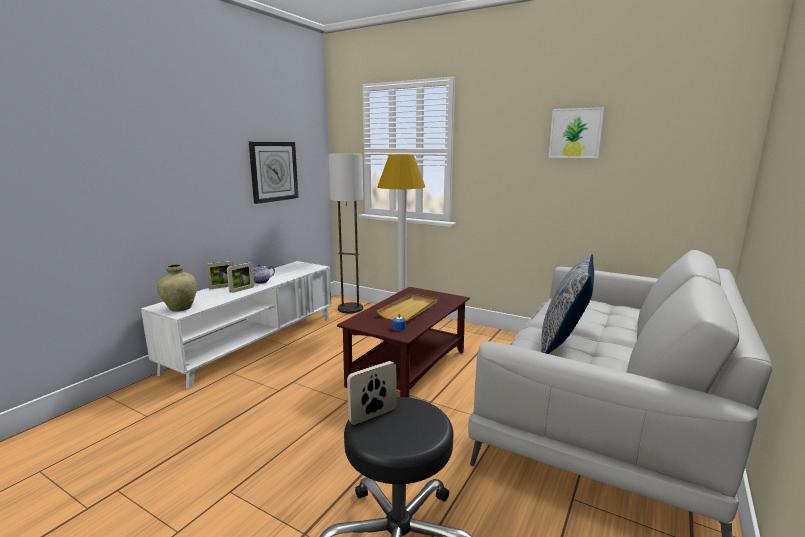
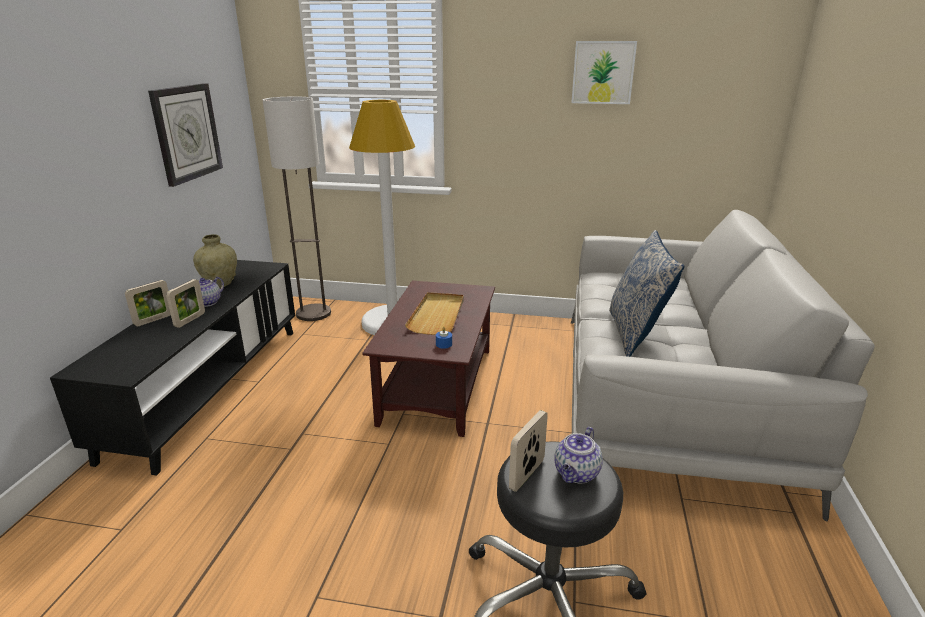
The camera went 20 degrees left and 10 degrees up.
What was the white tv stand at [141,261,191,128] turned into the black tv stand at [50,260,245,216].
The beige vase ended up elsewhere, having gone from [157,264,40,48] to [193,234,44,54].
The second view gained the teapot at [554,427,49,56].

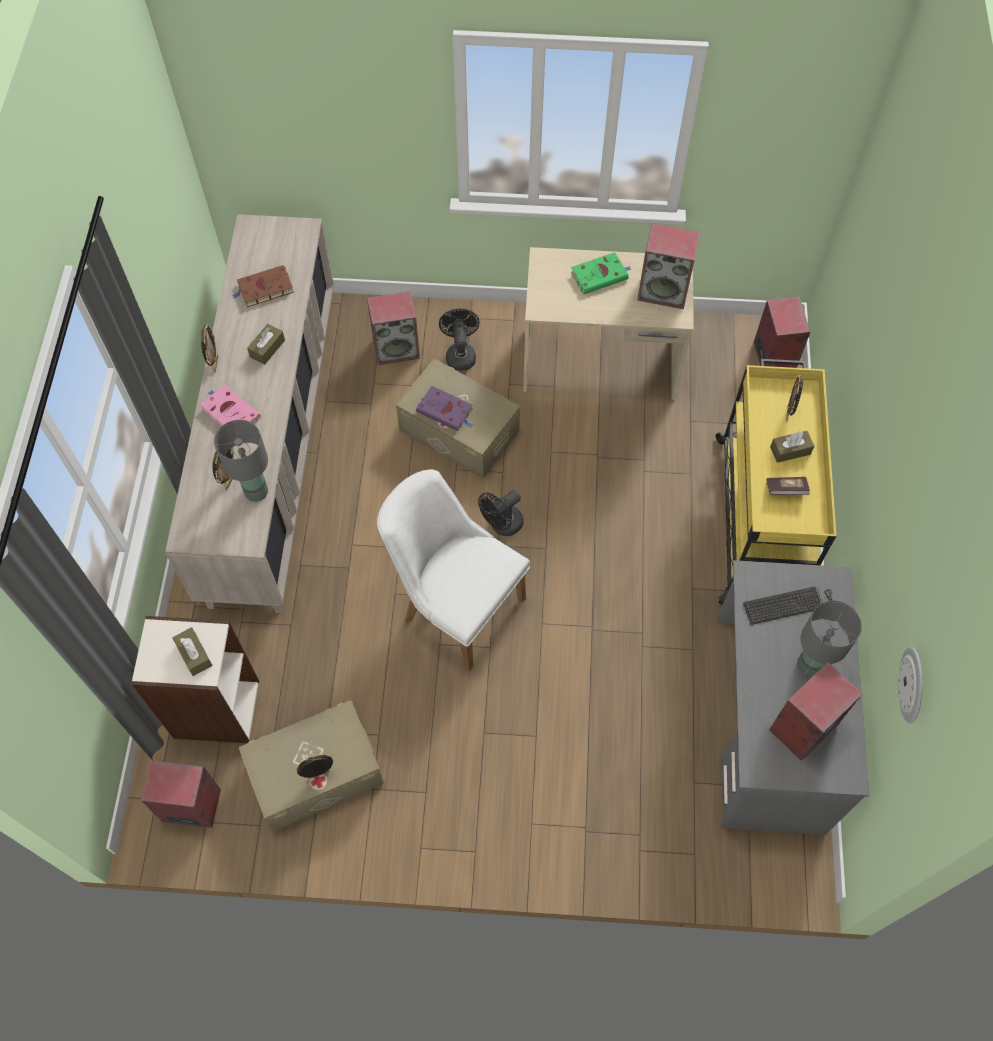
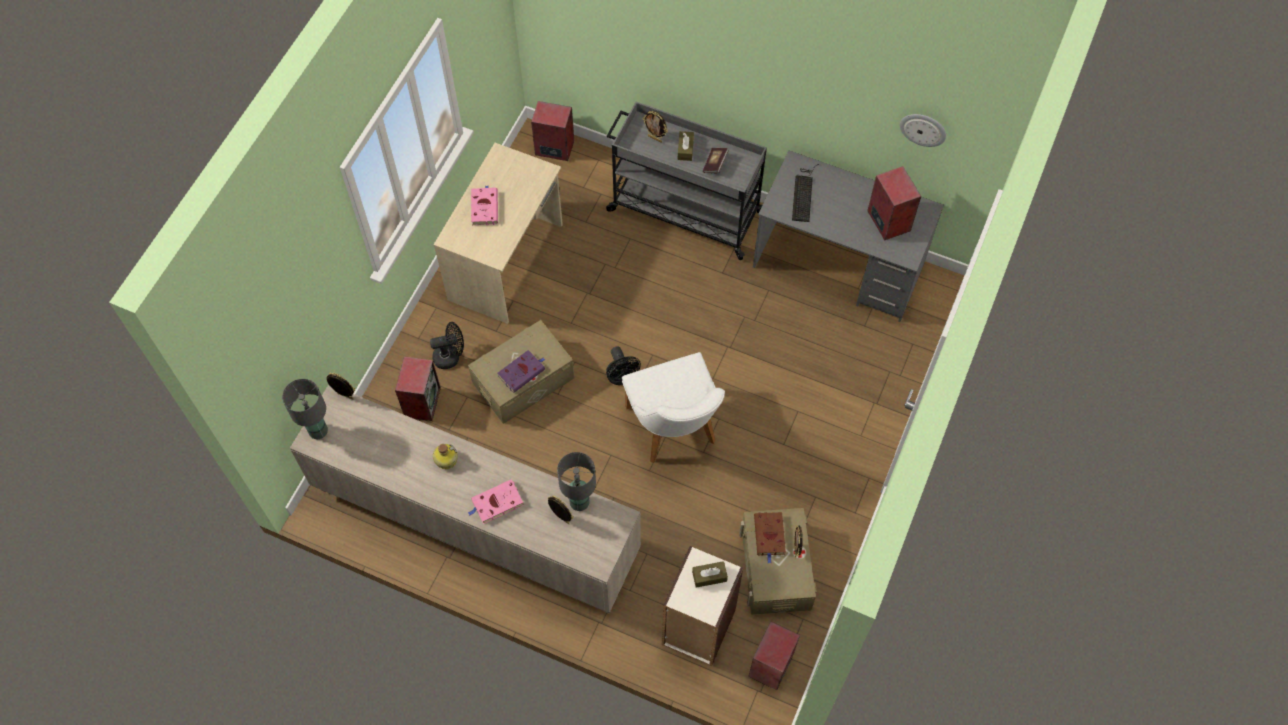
The camera went 70 degrees left and 0 degrees up.
The picture frame ended up elsewhere, having gone from [201,324,17,49] to [326,373,29,27].
The brown book ended up elsewhere, having gone from [232,265,62,42] to [754,512,32,52].
Where the brown tissue box stood at [247,324,38,41], the bottle came to stand at [433,444,25,25].
The white chair at [377,469,153,202] ended up facing another way, 75 degrees counterclockwise from before.
The black fan at [439,309,41,62] ended up facing another way, 150 degrees clockwise from before.
What was the green book at [571,252,60,42] turned into the pink book at [471,185,27,40].
The second view lost the speaker at [637,223,63,86].
What was the yellow cart at [716,359,121,245] turned into the grey cart at [606,102,161,158].
The grey table lamp ended up elsewhere, having gone from [797,600,65,77] to [282,379,46,60].

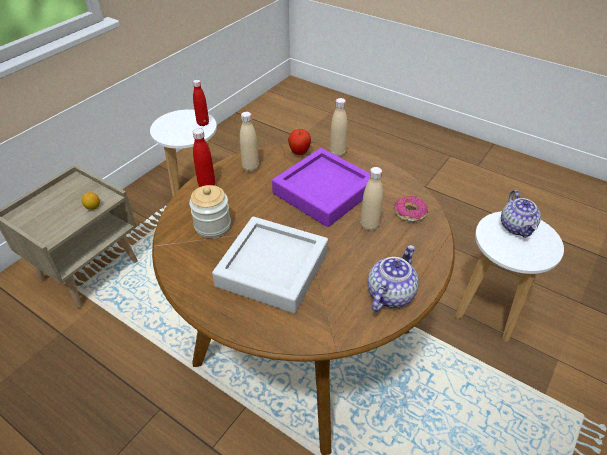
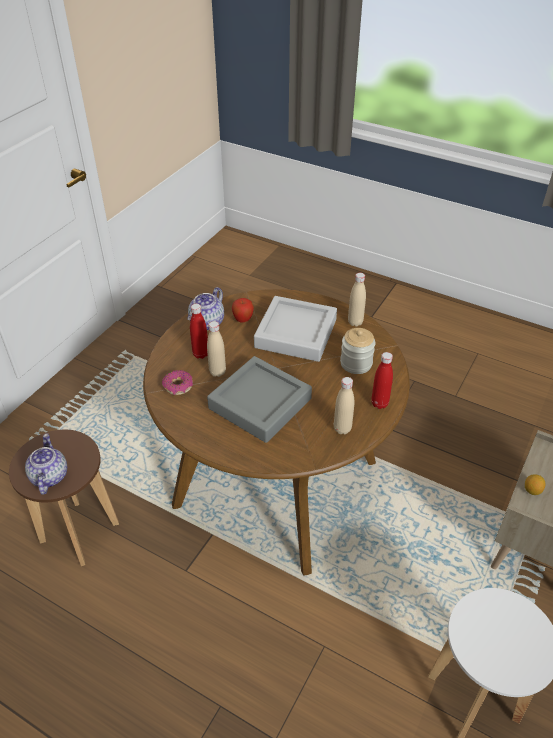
The camera went 175 degrees right and 0 degrees up.
The red bottle ended up elsewhere, having gone from [193,80,16,46] to [190,304,18,55].
What was the purple tray at [272,148,98,79] turned into the grey tray at [207,356,105,87].
The apple ended up elsewhere, having gone from [288,129,23,26] to [232,298,22,24].
The beige bottle ended up elsewhere, having gone from [330,98,18,59] to [348,273,18,54].
What was the white stool at [455,211,109,131] turned into the brown stool at [9,430,110,136].

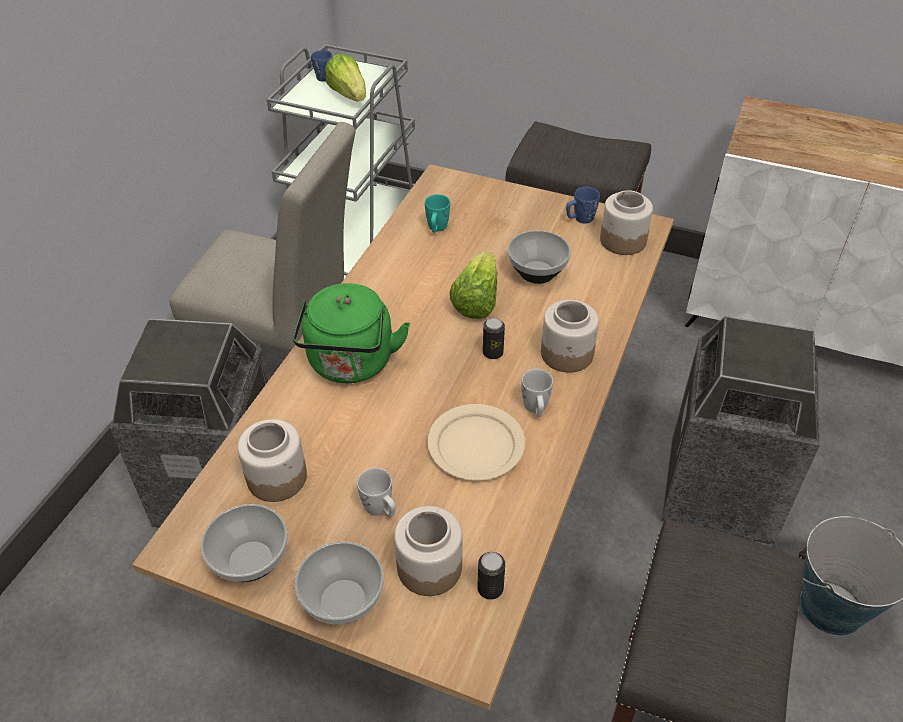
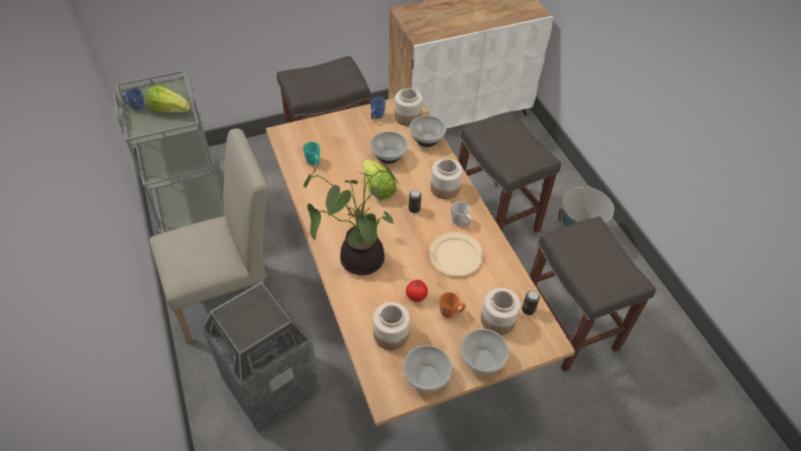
The camera went 45 degrees left and 5 degrees up.
Where the green kettle stood at [293,283,117,101], the potted plant came to stand at [303,163,97,112].
What was the white mug at [357,468,39,49] turned into the orange mug at [440,292,26,26].
Where the trash can stood at [662,316,158,228], the grey stool came to stand at [458,111,103,122].
The second view gained the tomato at [406,280,22,22].
The second view gained the bowl at [410,115,36,32].

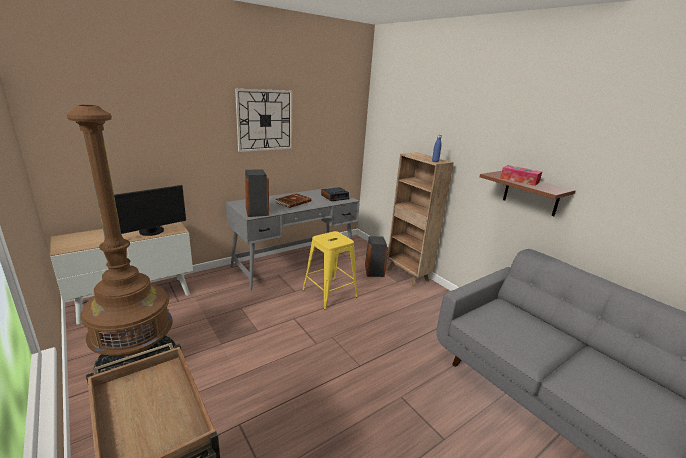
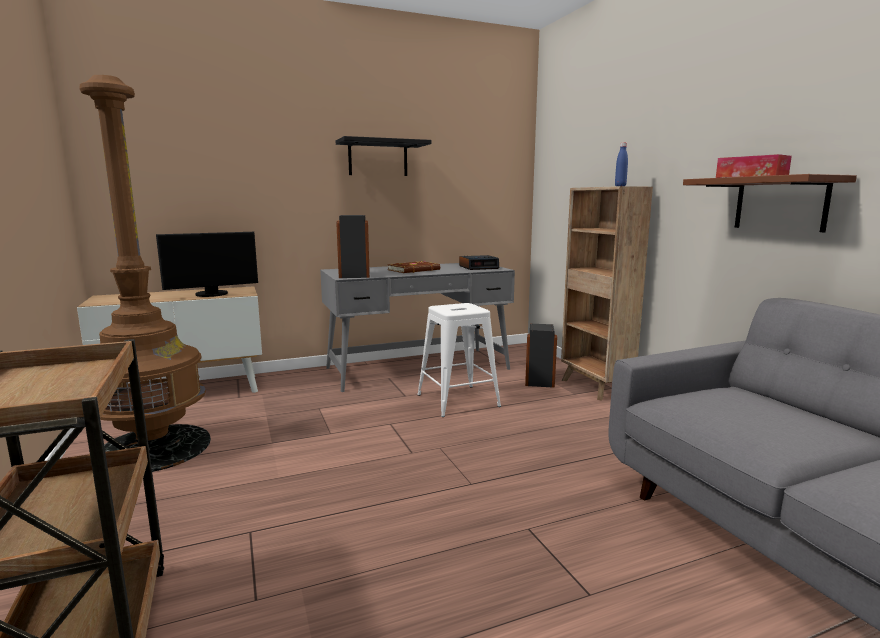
The camera went 15 degrees right and 10 degrees down.
Where the wall clock hung at [235,89,58,63], the black shelf came to hang at [336,136,96,40].
What was the yellow stool at [302,231,56,79] turned into the white stool at [417,303,84,114].

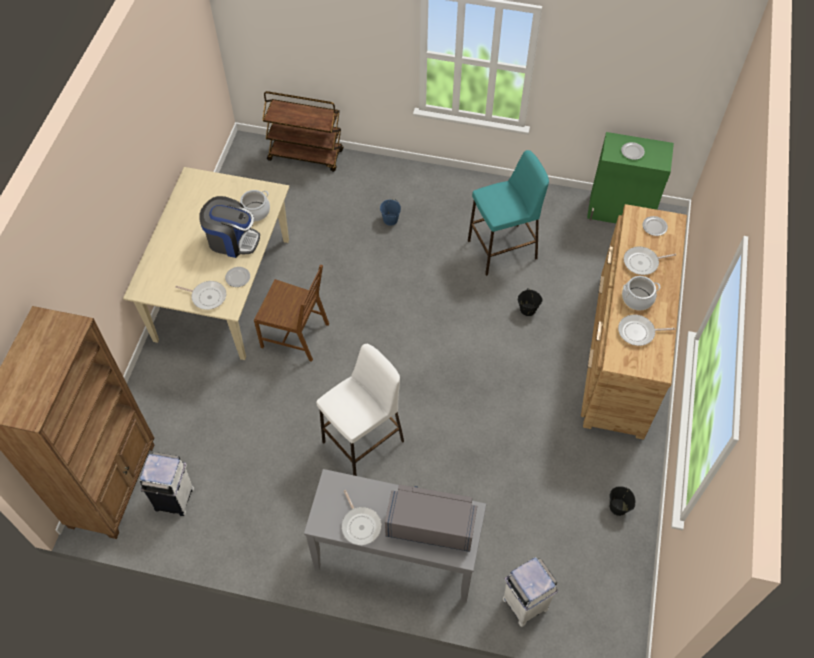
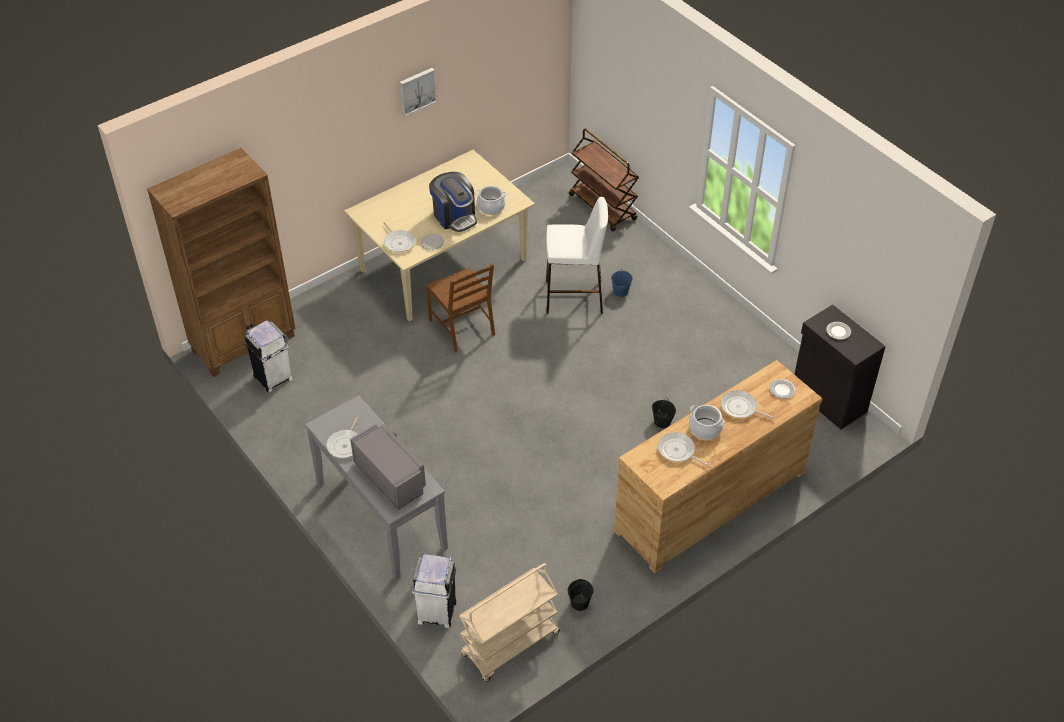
The camera went 40 degrees right and 10 degrees down.
The white stool ended up elsewhere, having gone from [316,344,88,132] to [546,197,62,117].
The second view lost the turquoise stool at [468,150,81,126].
What was the green cabinet at [587,132,87,91] turned into the black cabinet at [794,305,92,125].
The second view gained the picture at [399,68,38,48].
The second view gained the beige cart at [459,563,101,119].

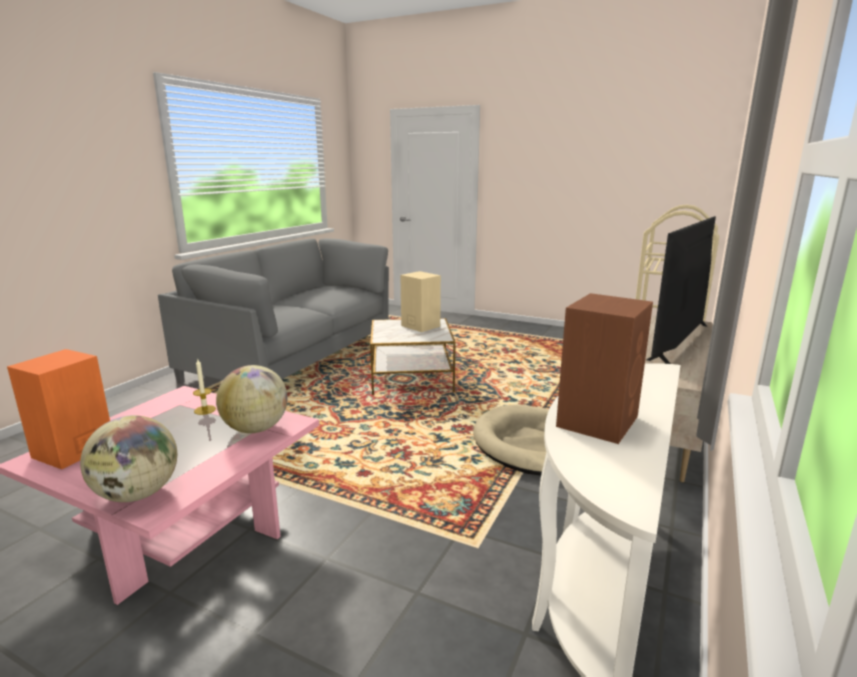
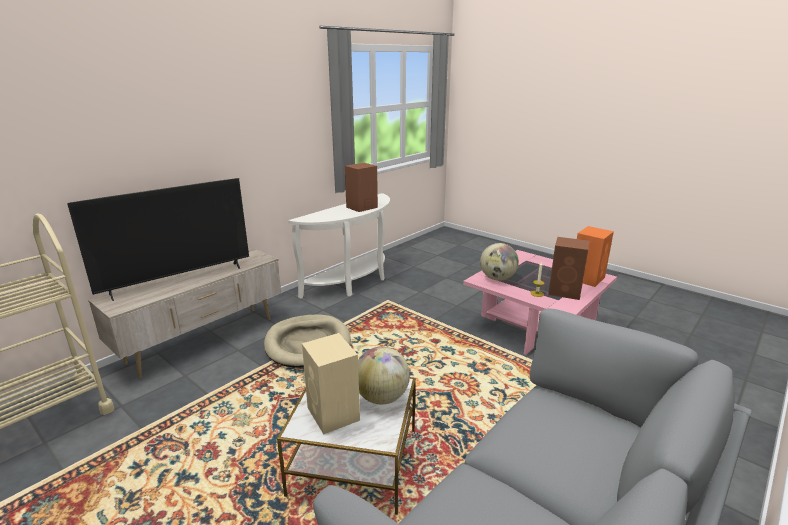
The camera went 165 degrees left and 5 degrees up.
The globe ended up elsewhere, having gone from [80,415,97,87] to [358,347,52,57].
The second view gained the brown speaker at [548,237,41,63].

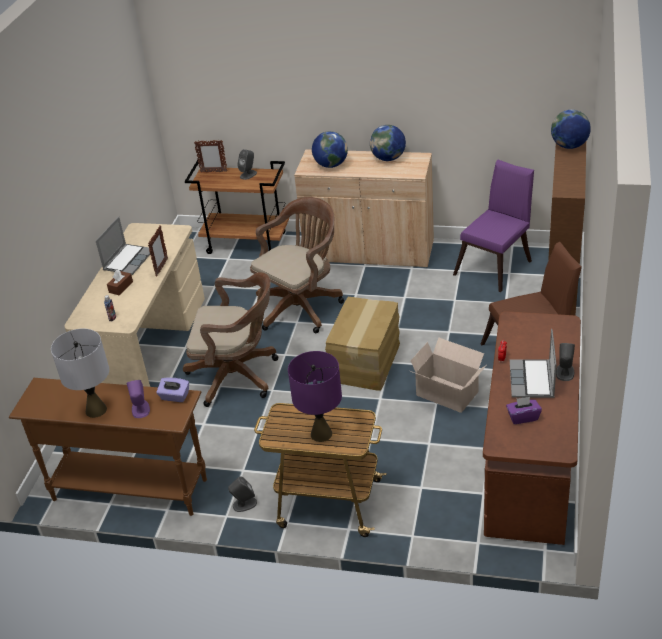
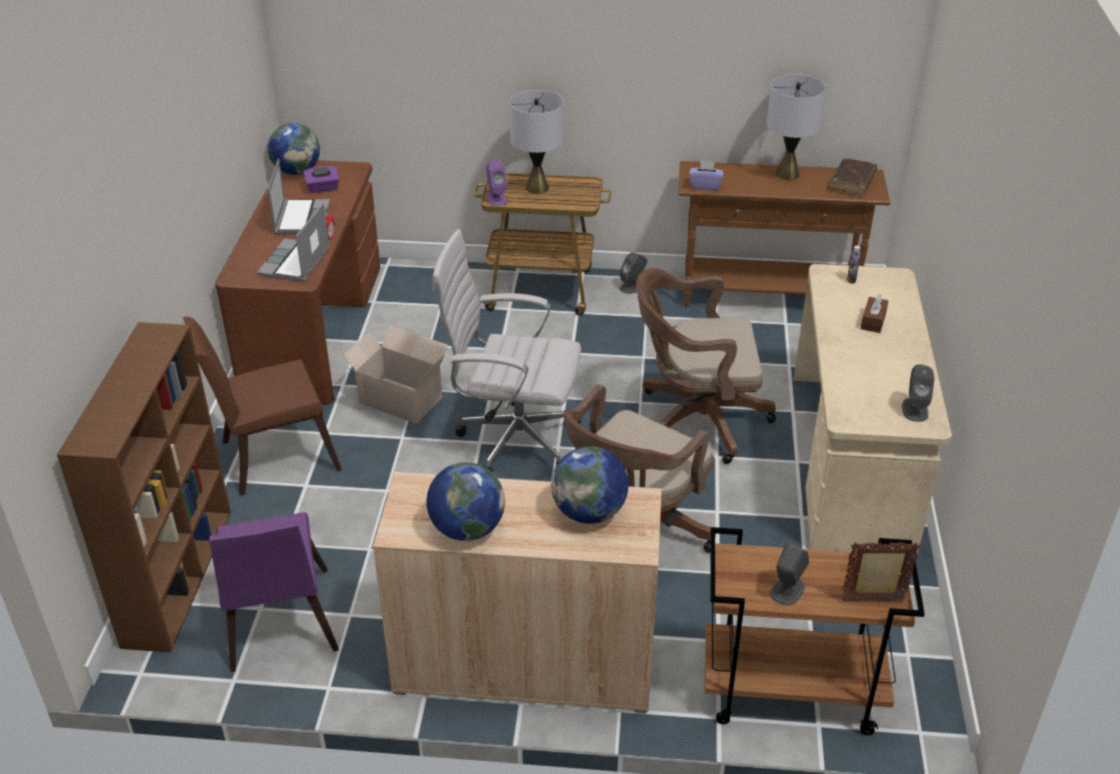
The camera went 170 degrees right and 0 degrees up.
The laptop ended up elsewhere, having gone from [96,217,54,58] to [257,203,73,79].
The purple speaker ended up elsewhere, having gone from [126,380,24,38] to [486,160,21,46].
The second view lost the picture frame at [148,225,20,52].
What was the purple table lamp at [288,351,54,91] turned into the grey table lamp at [509,90,54,104].
Where the cardboard box stood at [325,297,75,94], the white office chair came to stand at [432,229,149,244].
The purple chair at [453,160,81,132] ended up facing another way, 45 degrees counterclockwise from before.
The globe ended up elsewhere, having gone from [551,110,40,39] to [268,123,52,52].
The grey speaker ended up elsewhere, having gone from [556,343,19,38] to [902,364,33,58].
The second view gained the brown book at [829,158,48,37].

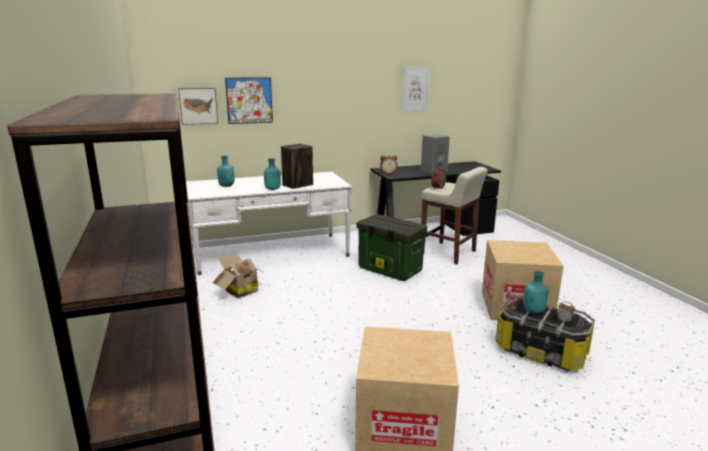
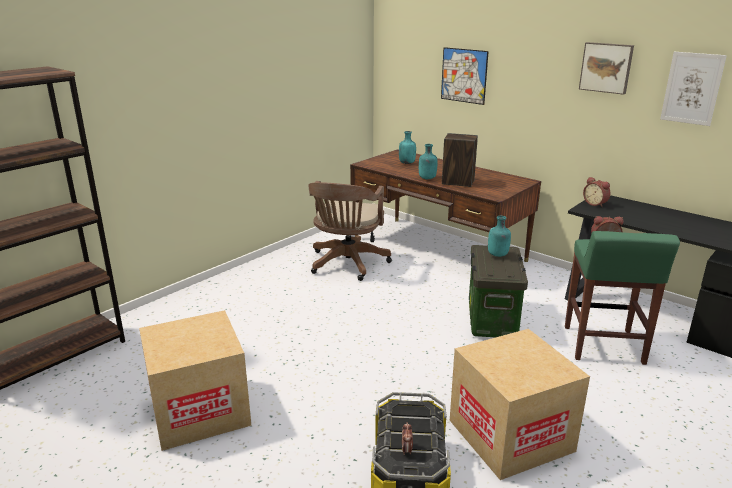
The camera went 60 degrees right and 5 degrees up.
The picture ended up elsewhere, having gone from [178,88,40,37] to [579,42,55,53].
What was the white desk at [186,172,166,103] turned into the brown desk at [350,149,191,113].
Where the cardboard box stood at [212,252,55,46], the brown office chair came to stand at [308,181,84,100].
The second view lost the grey speaker at [421,134,29,40].
What was the beige stool at [421,167,67,97] turned into the green stool at [565,231,115,134].
The turquoise bottle ended up elsewhere, having gone from [523,271,25,43] to [488,216,23,41].

